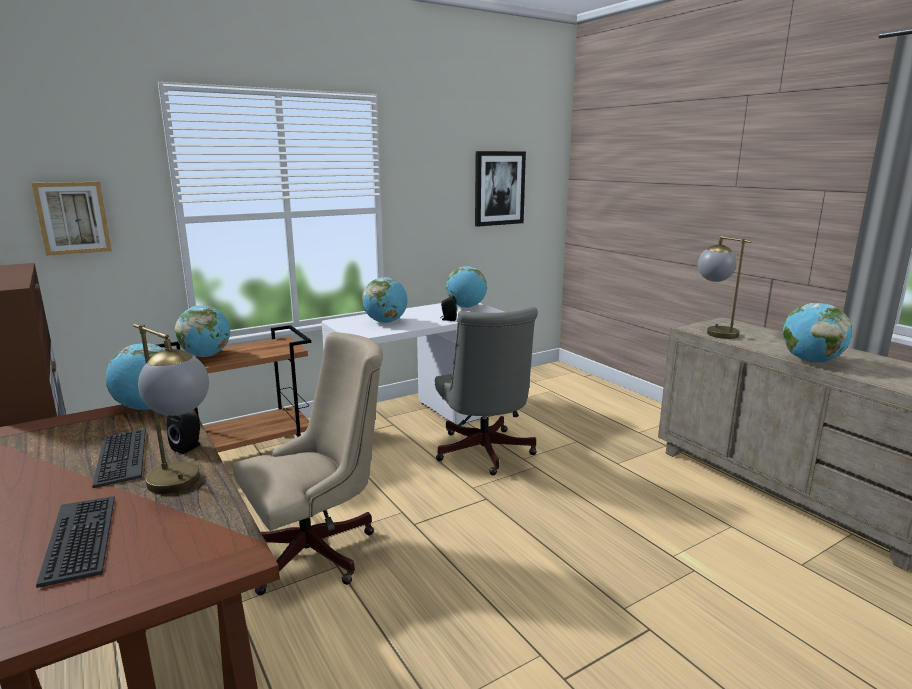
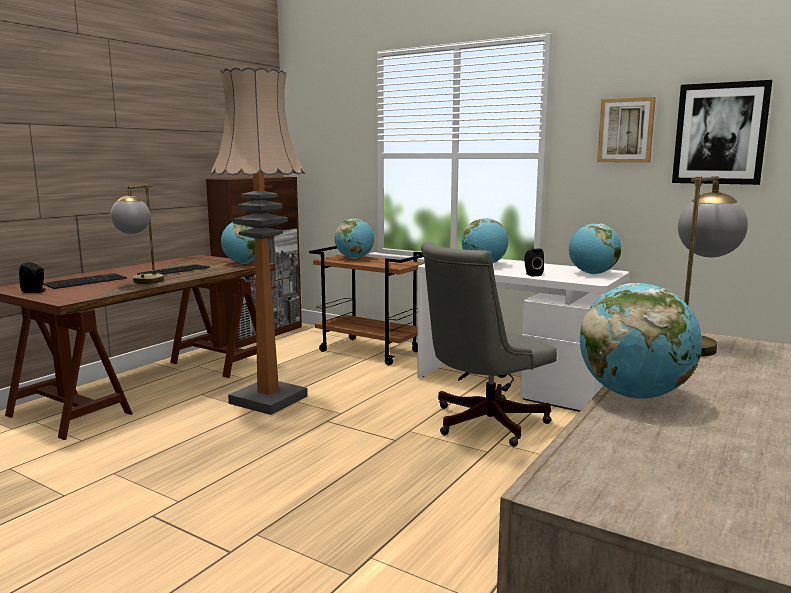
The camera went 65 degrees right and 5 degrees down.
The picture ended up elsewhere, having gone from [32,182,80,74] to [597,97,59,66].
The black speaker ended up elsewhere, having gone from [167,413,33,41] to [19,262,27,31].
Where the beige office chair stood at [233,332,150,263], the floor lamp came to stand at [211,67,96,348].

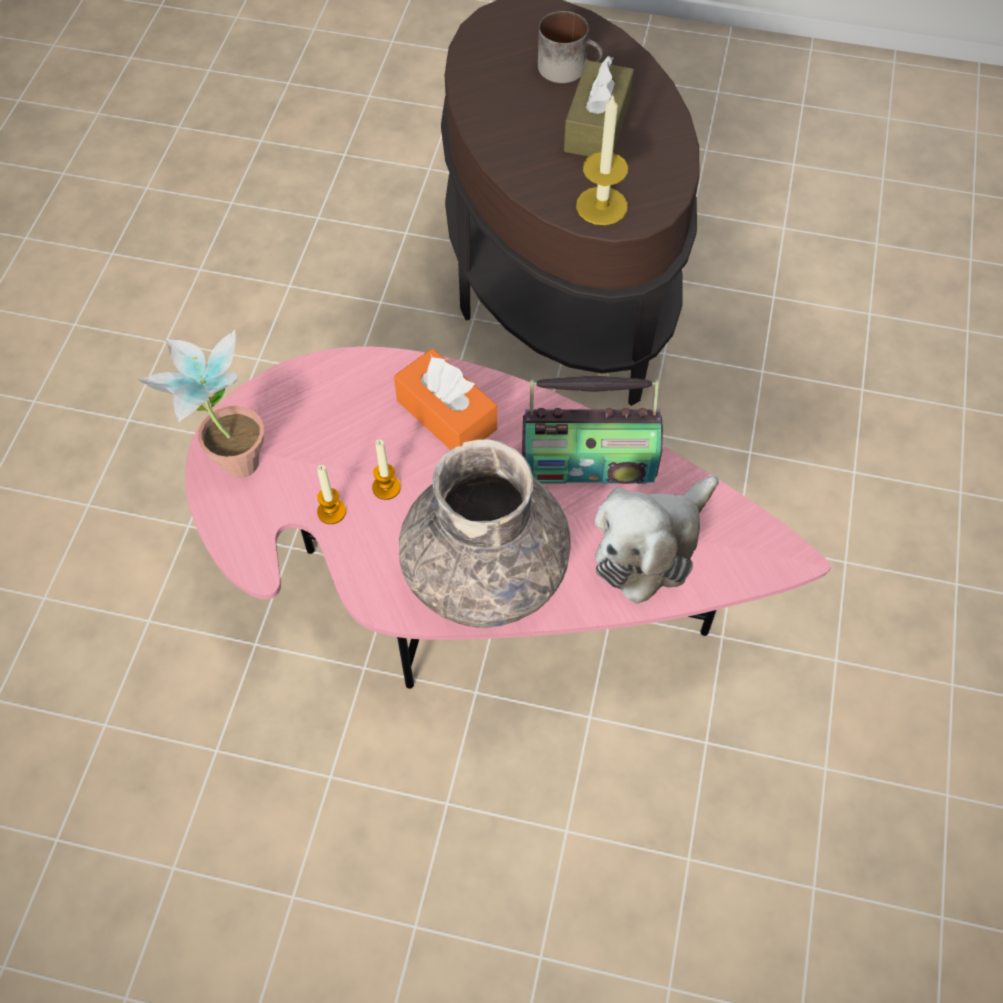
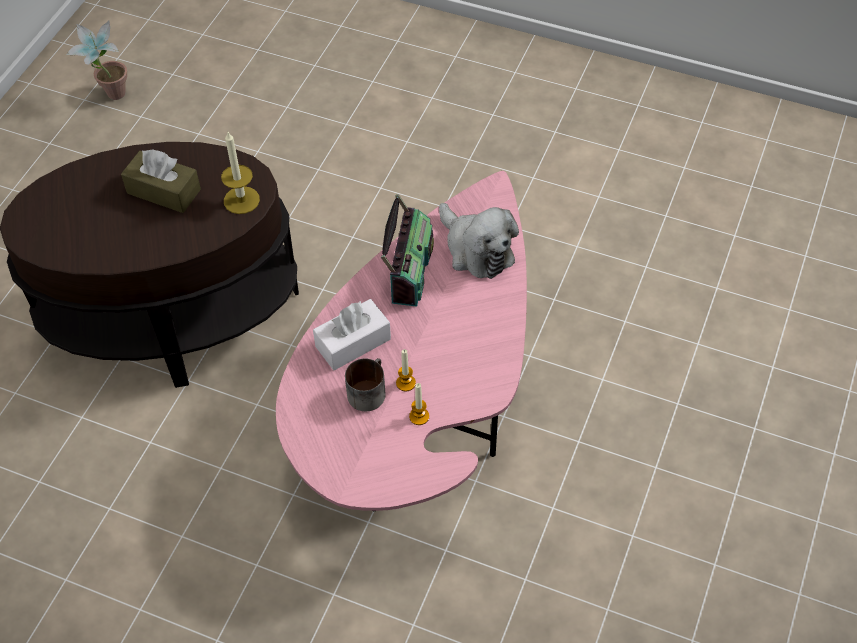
The camera went 80 degrees left and 5 degrees down.
The potted plant ended up elsewhere, having gone from [138,329,126,149] to [66,20,61,80].
What was the orange tissue box at [394,349,103,101] turned into the white tissue box at [313,299,78,72].
The second view lost the grey vase at [399,439,172,189].
The mug ended up elsewhere, having gone from [538,11,65,72] to [345,358,41,53].

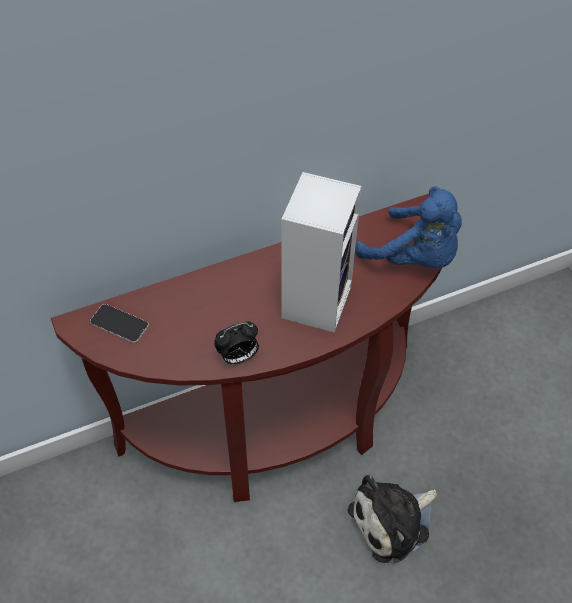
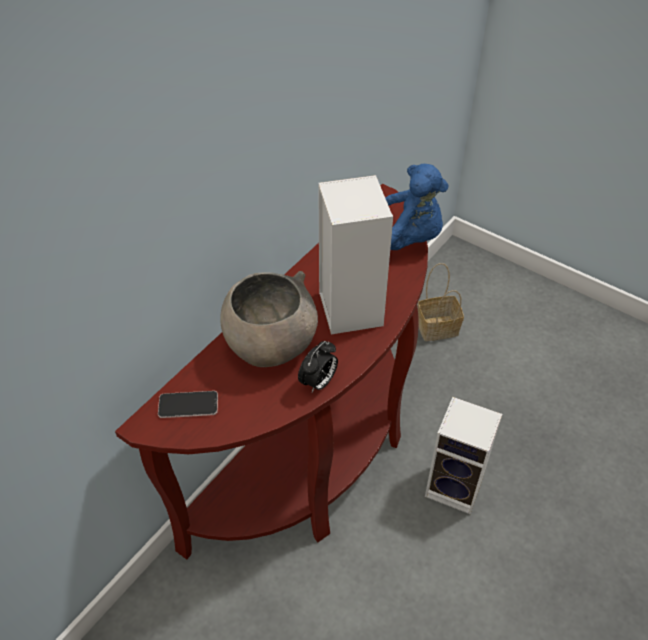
The camera went 30 degrees left and 5 degrees down.
Where the plush toy stood at [348,475,89,88], the speaker came to stand at [425,397,77,117].
The second view gained the grey bowl at [220,271,98,96].
The second view gained the basket at [418,263,46,78].

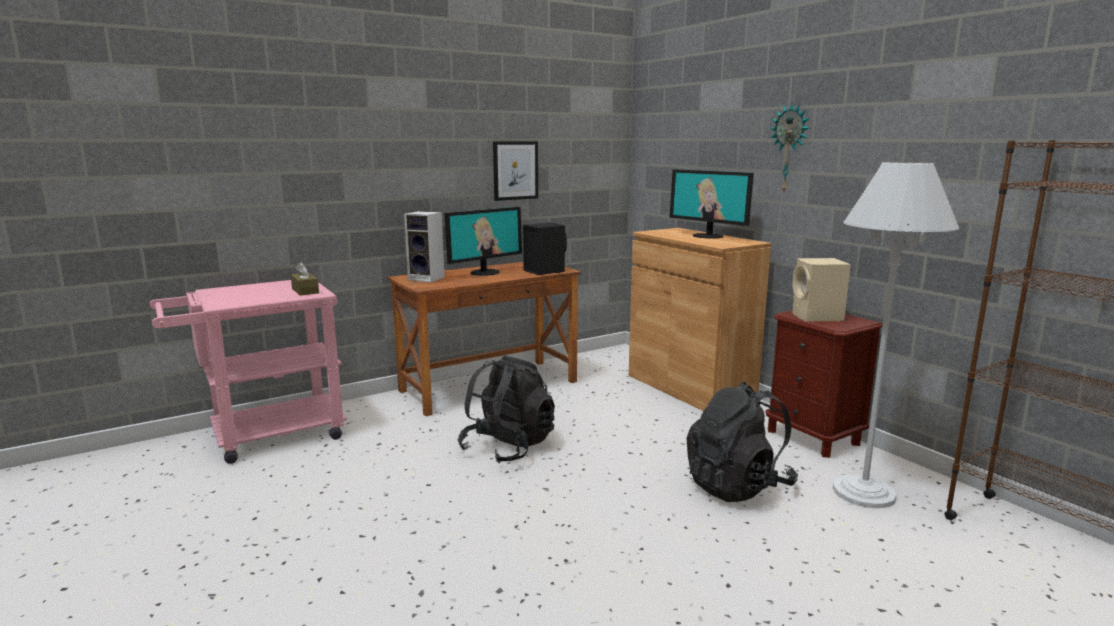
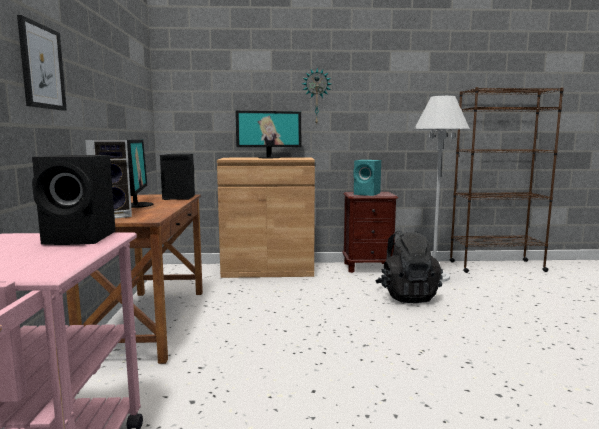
The camera went 60 degrees left and 5 degrees down.
Where the brown tissue box stood at [291,262,28,34], the black speaker came to stand at [32,155,84,90].
The second view lost the black backpack at [457,355,98,108].
The picture ended up elsewhere, having gone from [493,141,45,60] to [17,15,50,96].
What was the beige speaker at [792,258,59,64] turned into the turquoise speaker at [353,160,28,36].

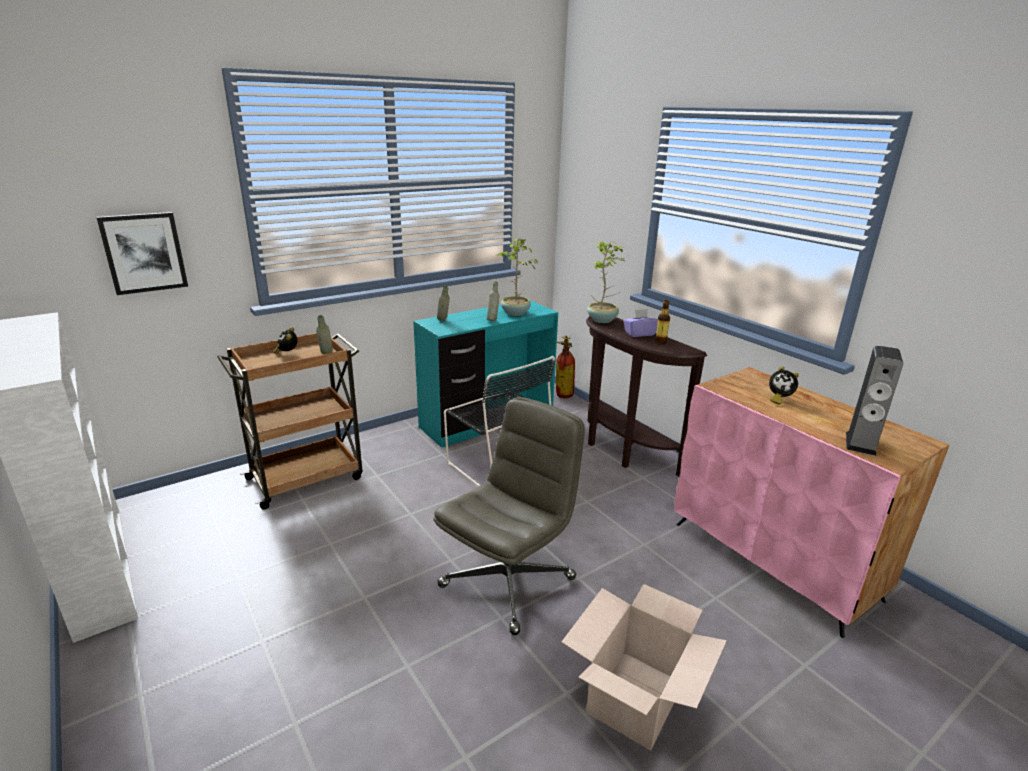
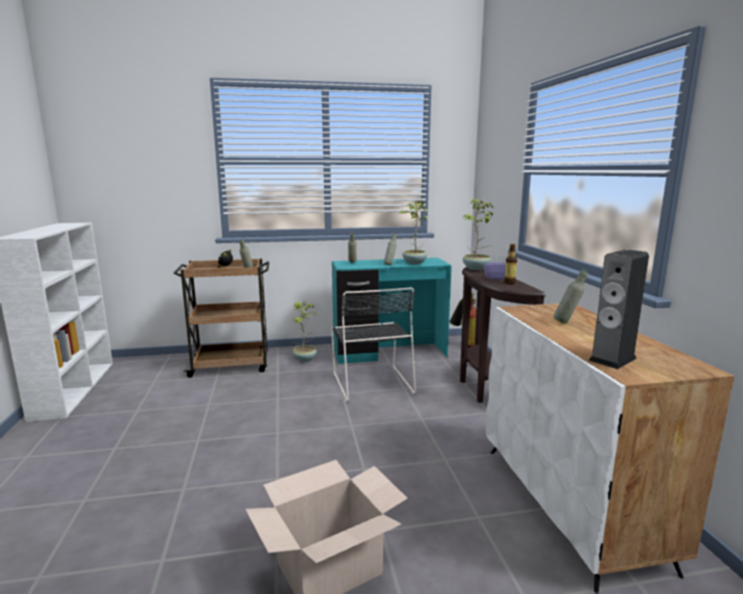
The camera went 25 degrees right and 10 degrees down.
The second view lost the picture at [96,212,92,83].
The second view lost the grey office chair at [433,397,152,238].
What was the pink cabinet at [674,367,276,271] turned into the white cabinet at [485,303,249,290].
Where the alarm clock stood at [769,366,30,39], the grey bottle came to stand at [554,269,34,55].
The second view gained the potted plant at [293,301,24,61].

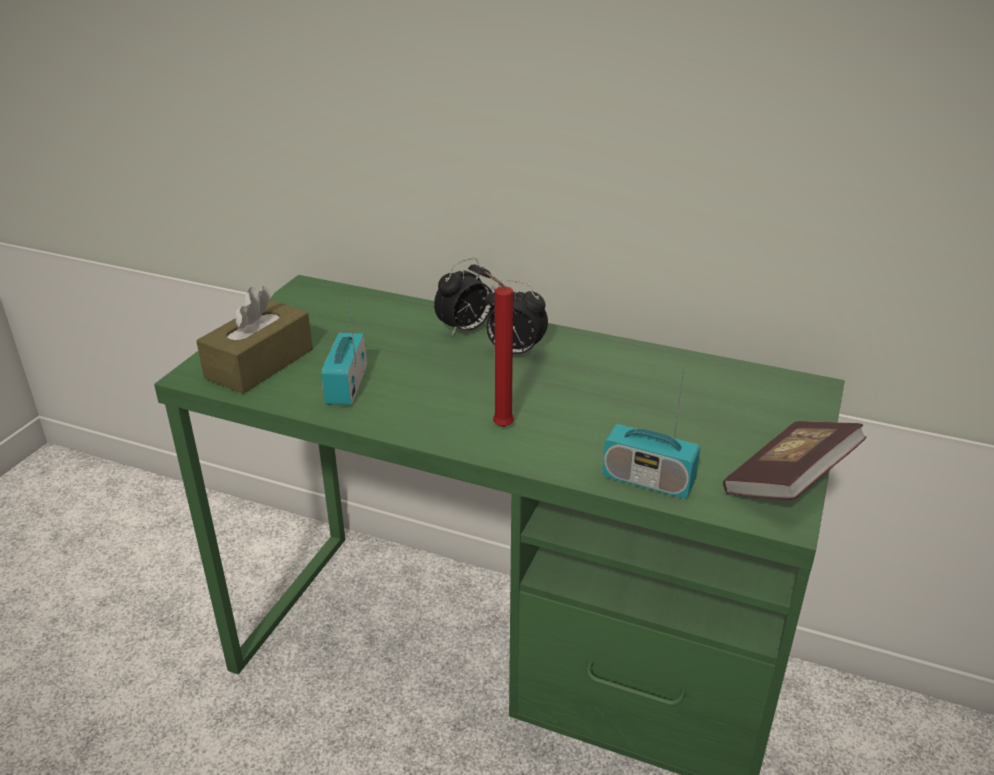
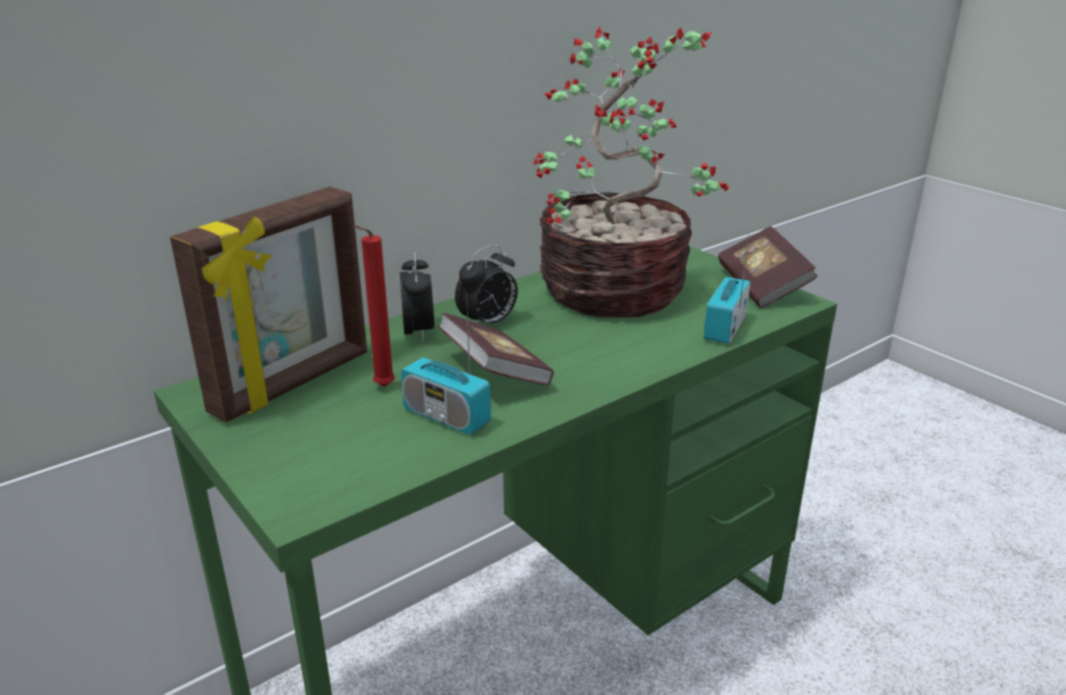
The camera went 60 degrees left and 5 degrees down.
The second view lost the brown tissue box at [196,286,117,108].
The red candle ended up elsewhere, having gone from [485,272,29,155] to [353,225,42,162].
The radio at [602,367,98,132] ended up facing another way, 150 degrees clockwise from before.
The second view gained the picture frame at [170,187,197,236].
The second view gained the book at [438,313,116,72].
The second view gained the potted plant at [534,26,195,292].

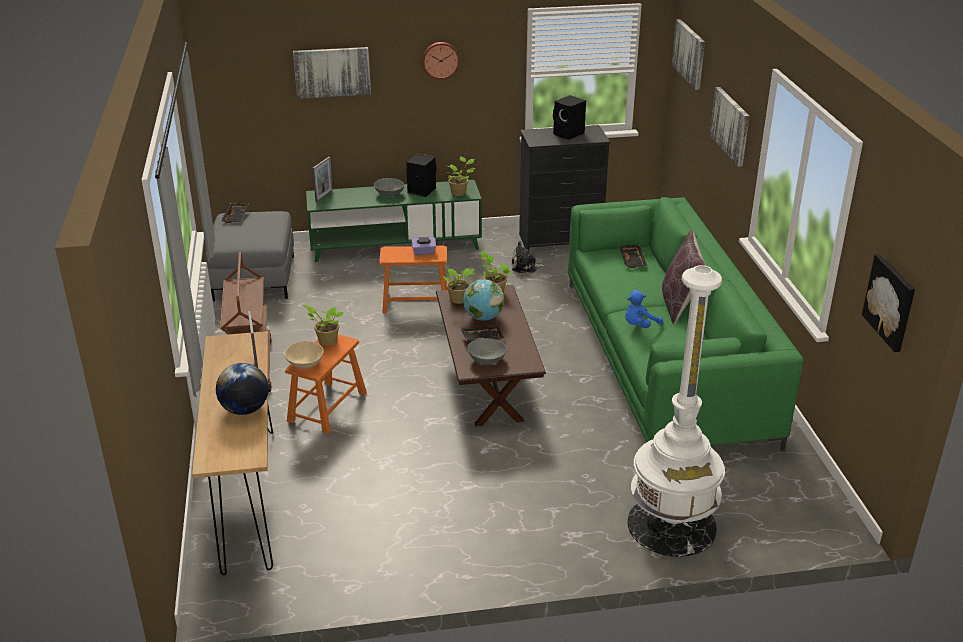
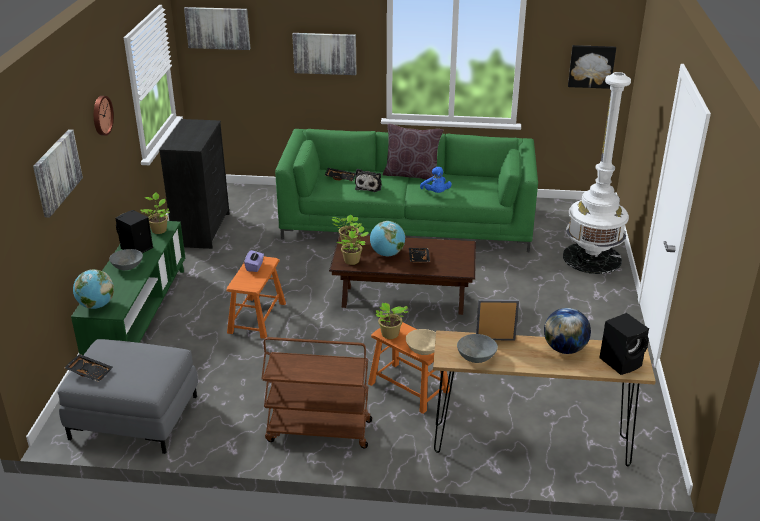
The camera went 75 degrees left and 0 degrees up.
Where the picture frame stood at [313,157,20,45], the globe came to stand at [73,269,41,40].
The grey bowl ended up elsewhere, having gone from [467,338,40,27] to [457,334,41,29].
The plush toy ended up elsewhere, having gone from [511,241,35,32] to [355,169,27,23].
The black speaker ended up elsewhere, having gone from [553,95,33,45] to [599,313,50,62].

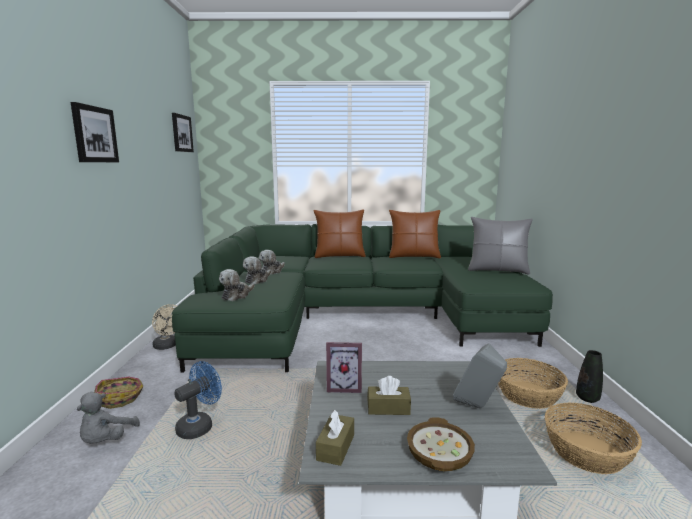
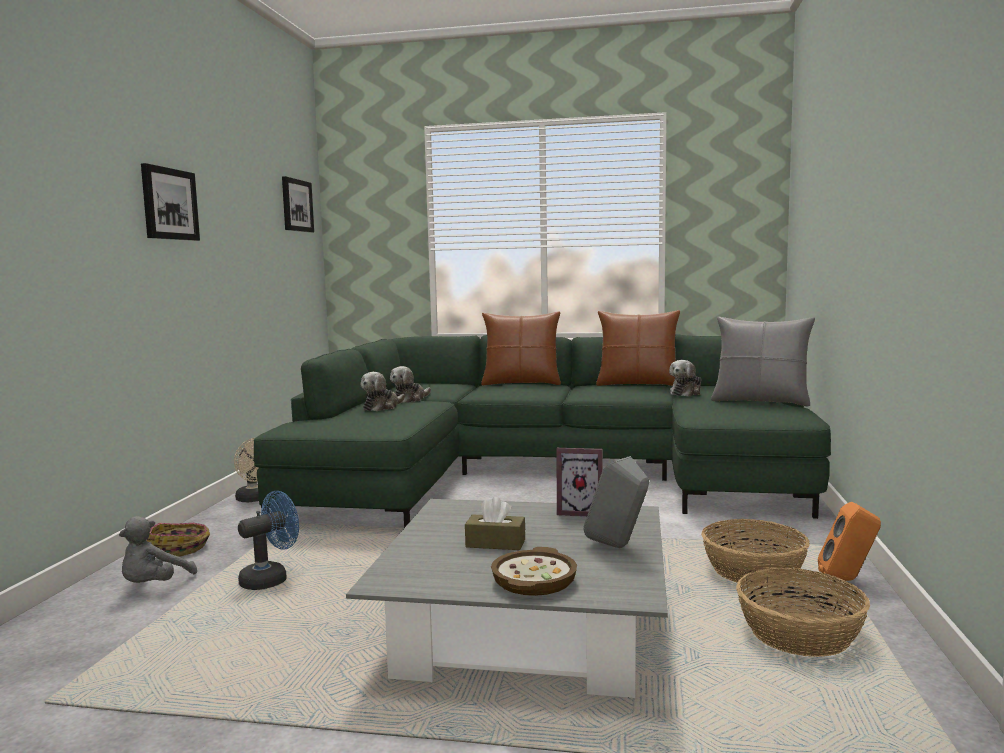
The camera went 10 degrees right and 5 degrees down.
The plush toy ended up elsewhere, having gone from [219,269,36,32] to [669,360,32,37].
The second view lost the brown tissue box at [316,410,38,56].
The picture frame ended up elsewhere, having gone from [326,342,36,51] to [556,448,47,69].
Where the black vase stood at [576,350,27,53], the orange speaker came to stand at [818,502,63,79].

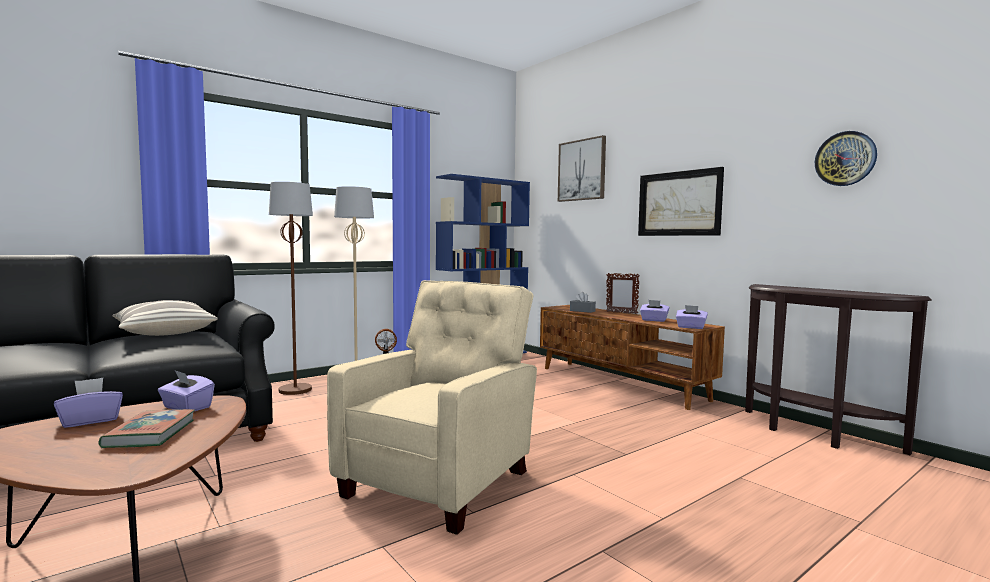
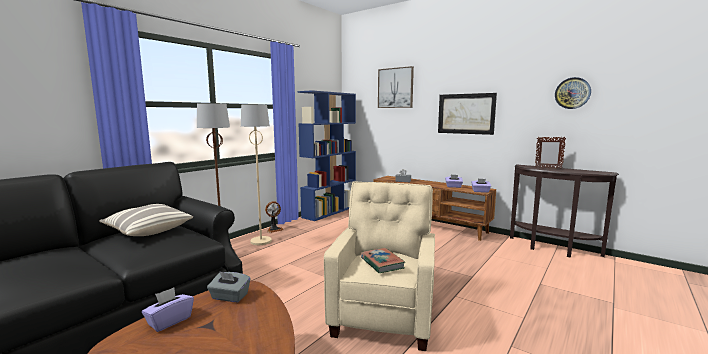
The camera went 15 degrees left and 5 degrees up.
The book ended up elsewhere, having gone from [99,409,96,39] to [361,248,44,25].
What was the purple tissue box at [158,370,57,41] turned into the grey tissue box at [207,271,43,31].
The picture frame ended up elsewhere, having gone from [606,273,34,41] to [535,137,31,32].

